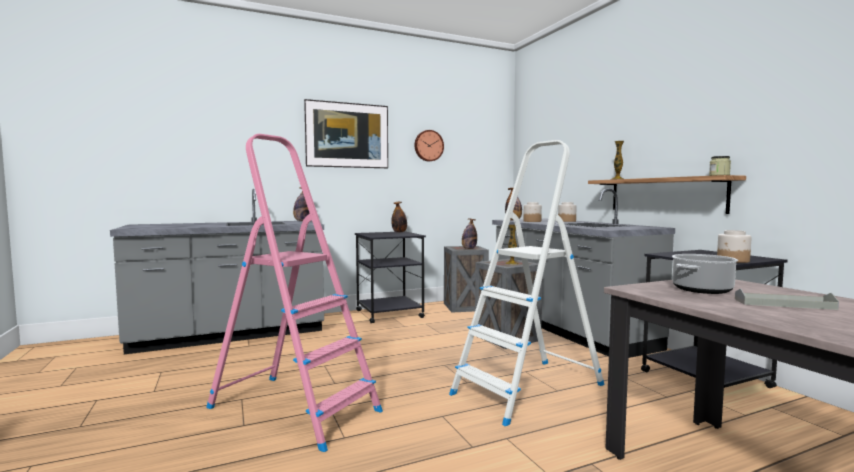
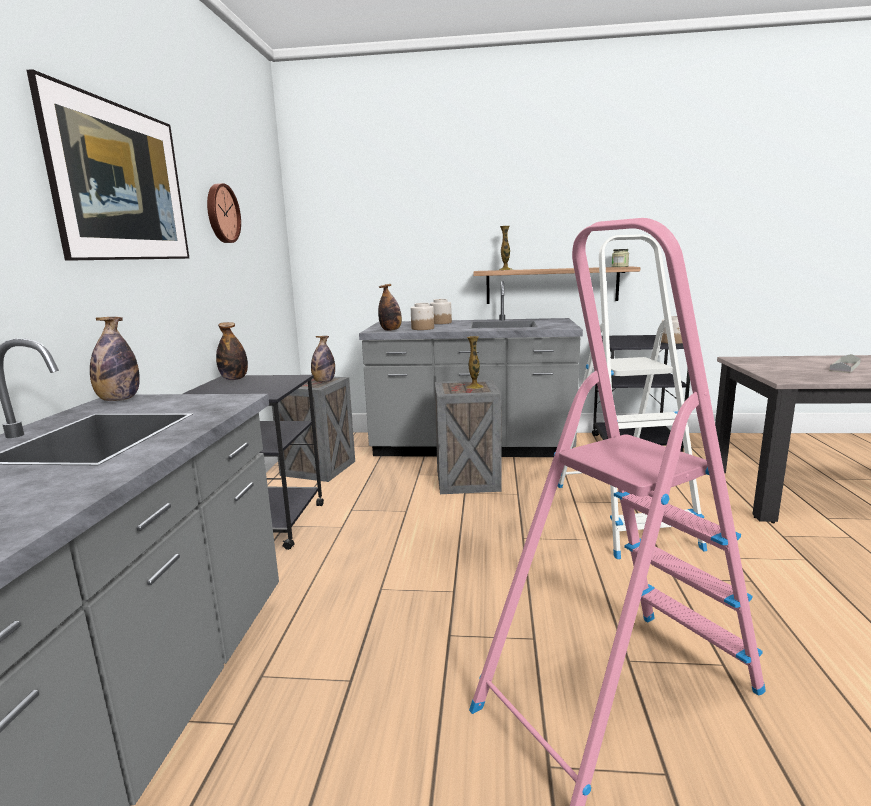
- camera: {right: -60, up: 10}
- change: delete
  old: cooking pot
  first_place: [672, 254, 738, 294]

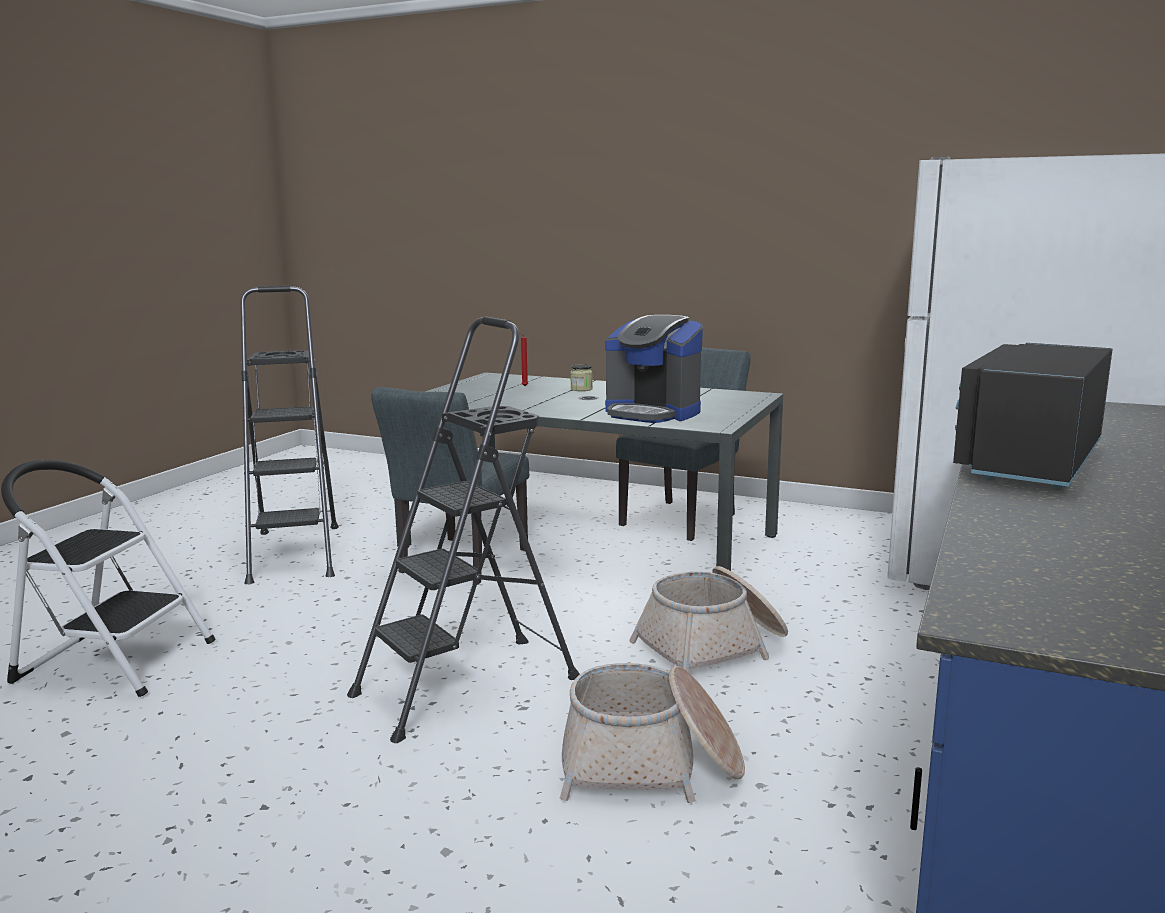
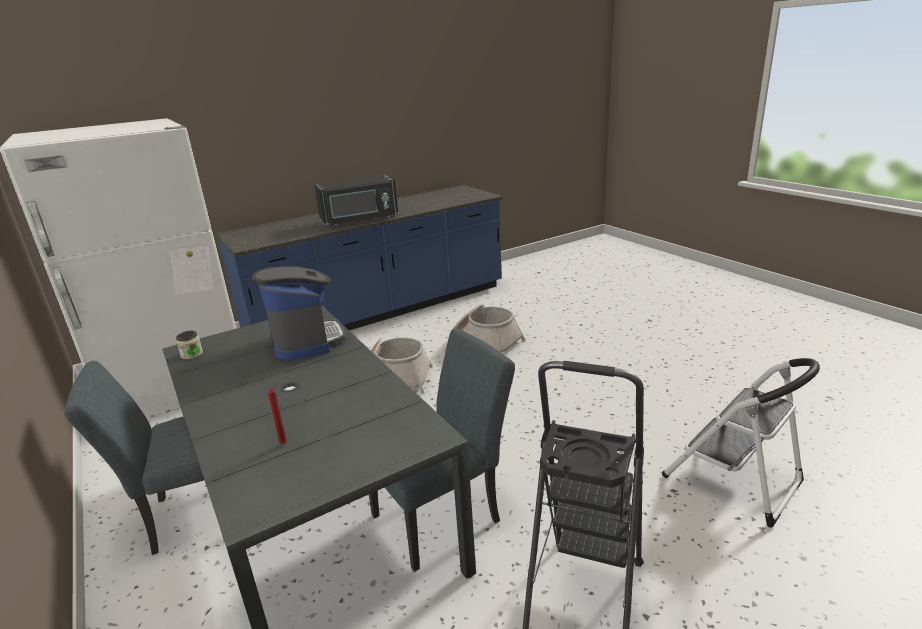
- camera: {right: -145, up: 10}
- change: delete
  old: step ladder
  first_place: [347, 316, 580, 743]
- change: move
  old: jar
  first_place: [570, 364, 593, 391]
  second_place: [176, 331, 203, 360]

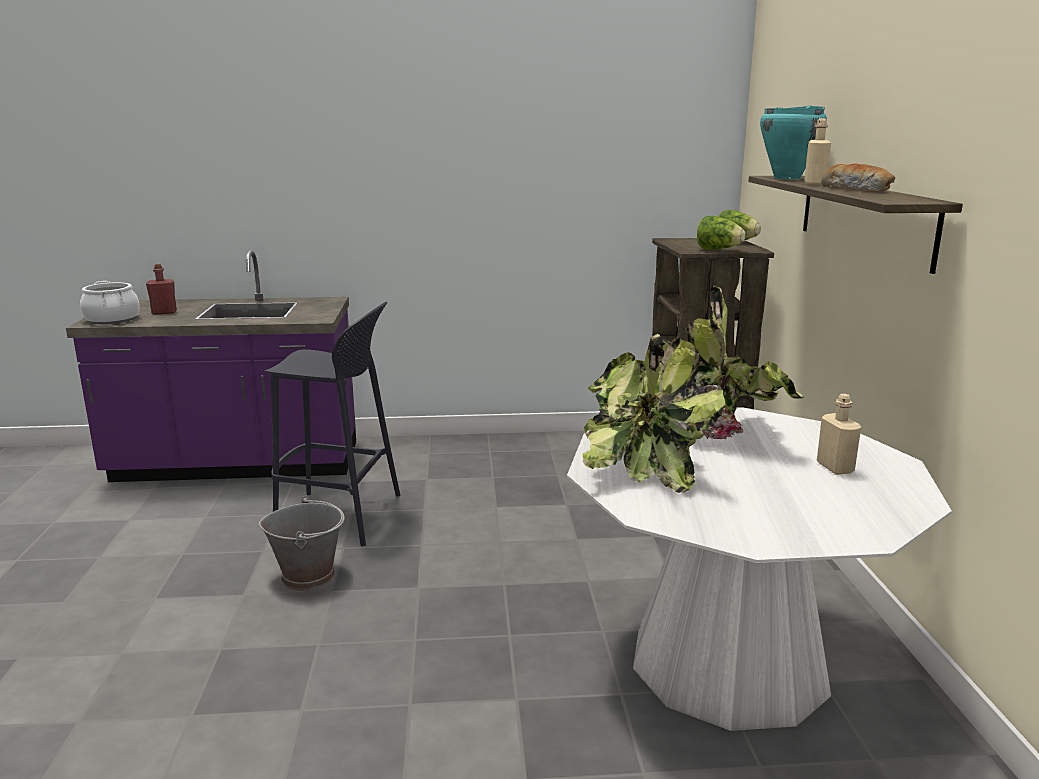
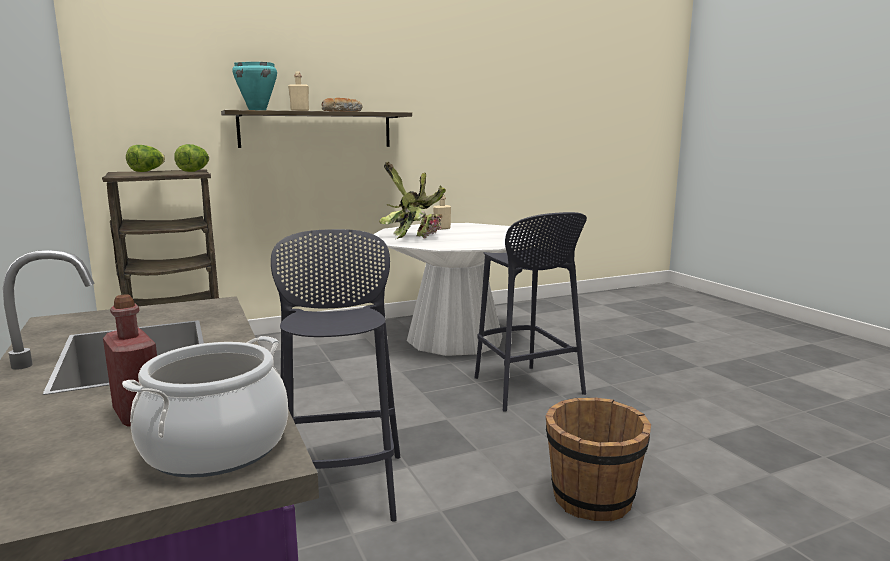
- camera: {right: -110, up: -5}
- change: delete
  old: potted plant
  first_place: [583, 334, 725, 493]
- change: delete
  old: bucket/grey
  first_place: [259, 496, 345, 591]
- change: insert
  new: stool/grey
  second_place: [475, 212, 587, 412]
- change: insert
  new: bucket/brown
  second_place: [546, 398, 651, 521]

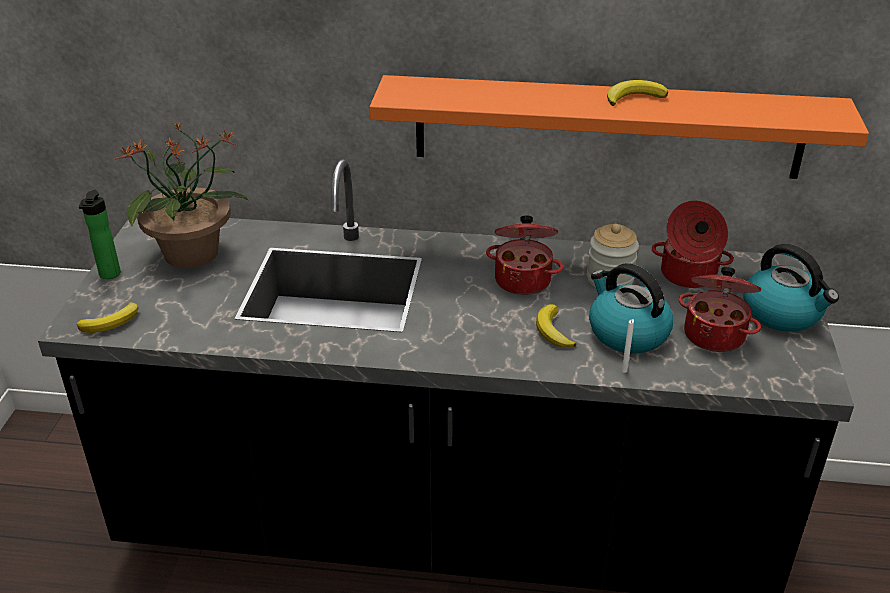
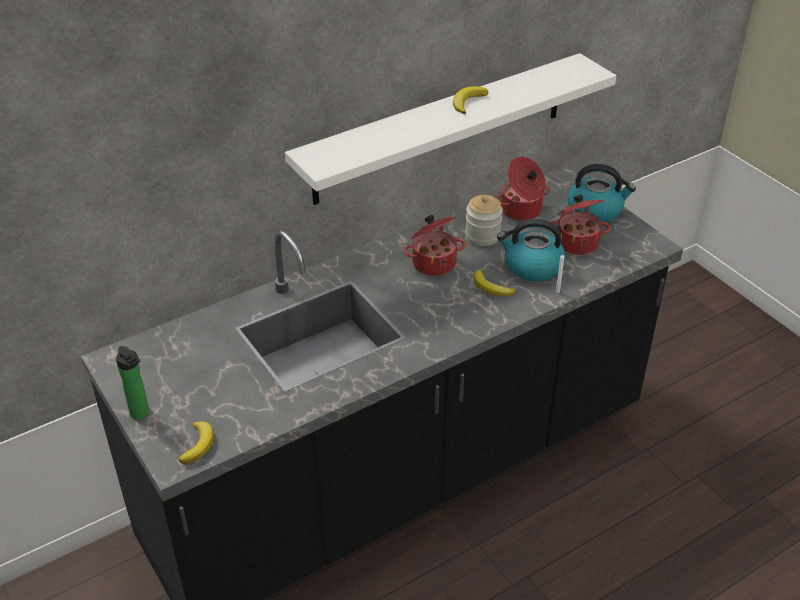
- camera: {right: -40, up: 5}
- change: recolor
  old: shelf/orange
  new: shelf/white
  first_place: [370, 75, 869, 179]
  second_place: [285, 53, 616, 205]
- change: delete
  old: potted plant
  first_place: [116, 123, 249, 268]

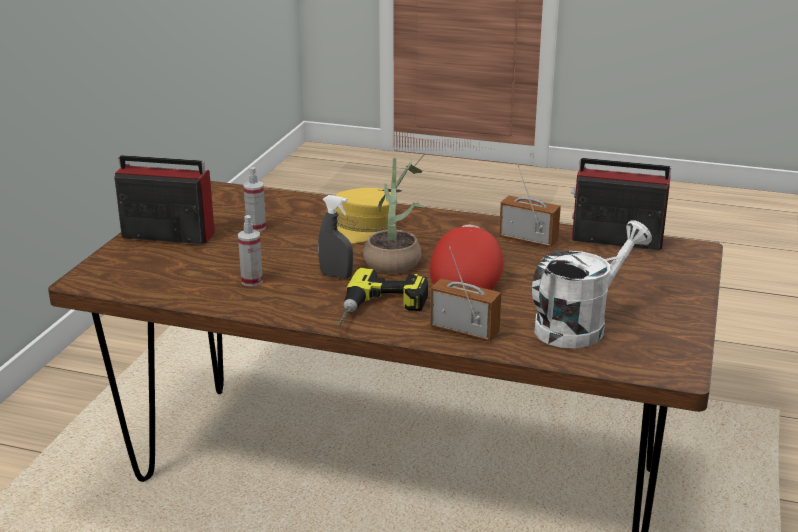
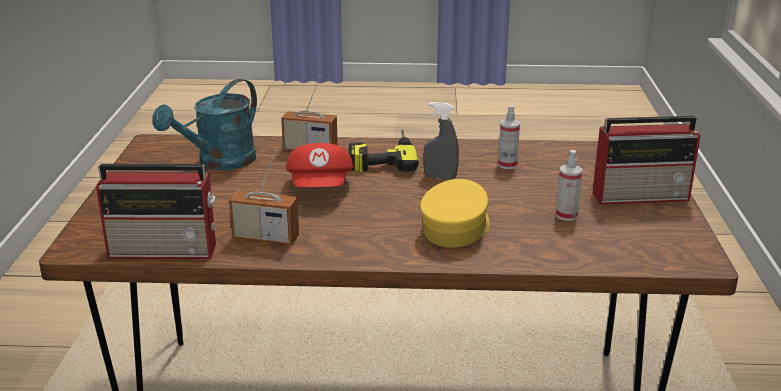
- camera: {right: 165, up: 0}
- change: delete
  old: potted plant
  first_place: [363, 158, 425, 274]
- change: recolor
  old: watering can/white
  new: watering can/turquoise
  first_place: [532, 220, 652, 348]
  second_place: [152, 79, 257, 170]

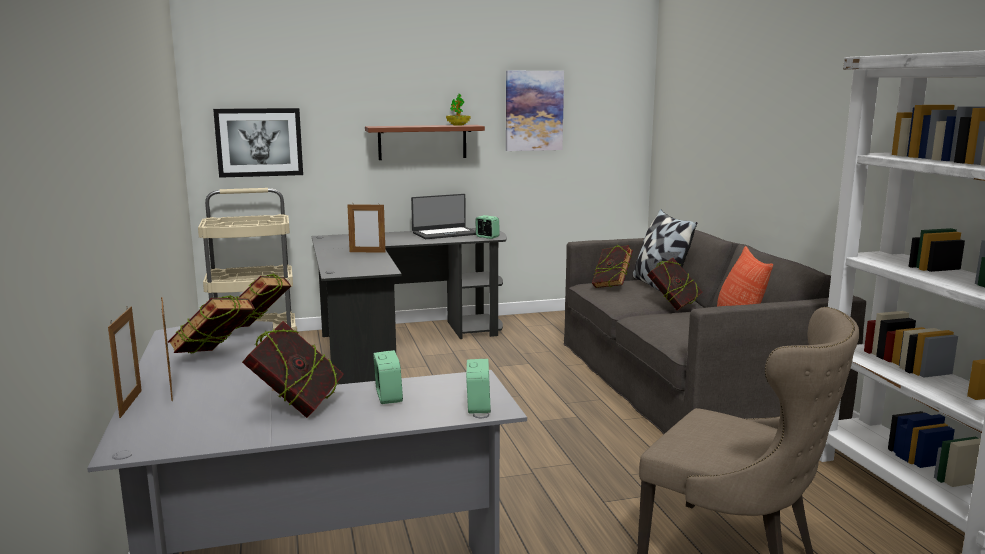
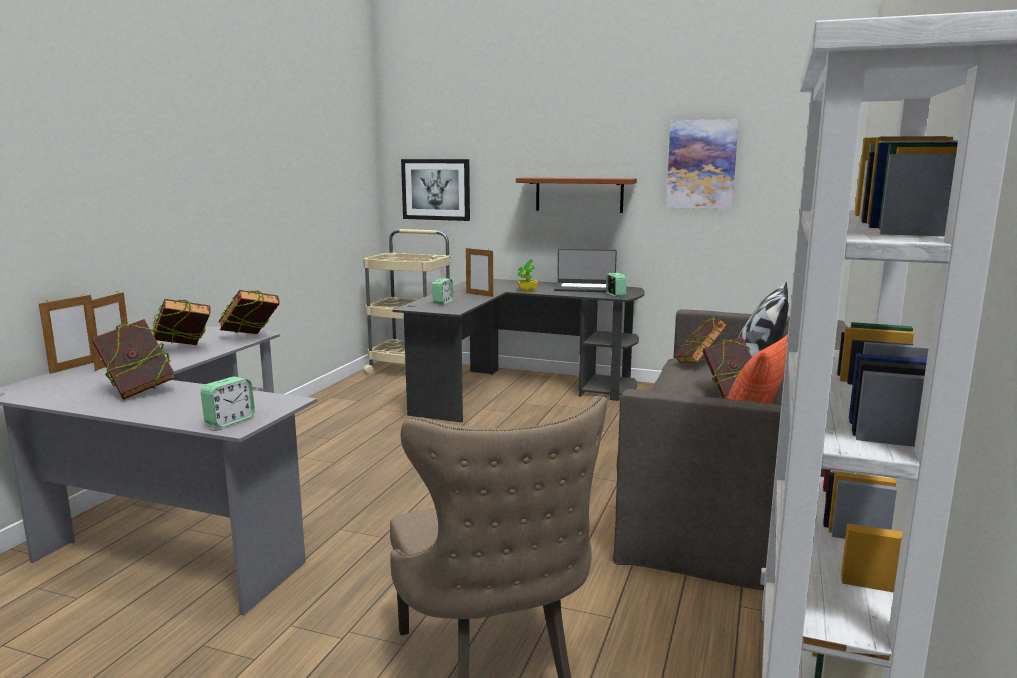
- camera: {right: 35, up: 0}
- change: move
  old: potted plant
  first_place: [446, 94, 471, 126]
  second_place: [517, 259, 538, 292]
- change: move
  old: alarm clock
  first_place: [373, 350, 403, 404]
  second_place: [432, 279, 453, 304]

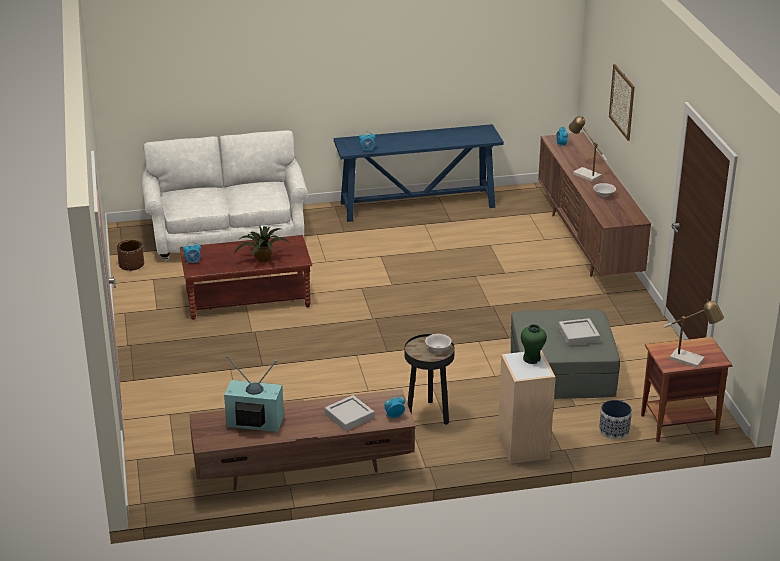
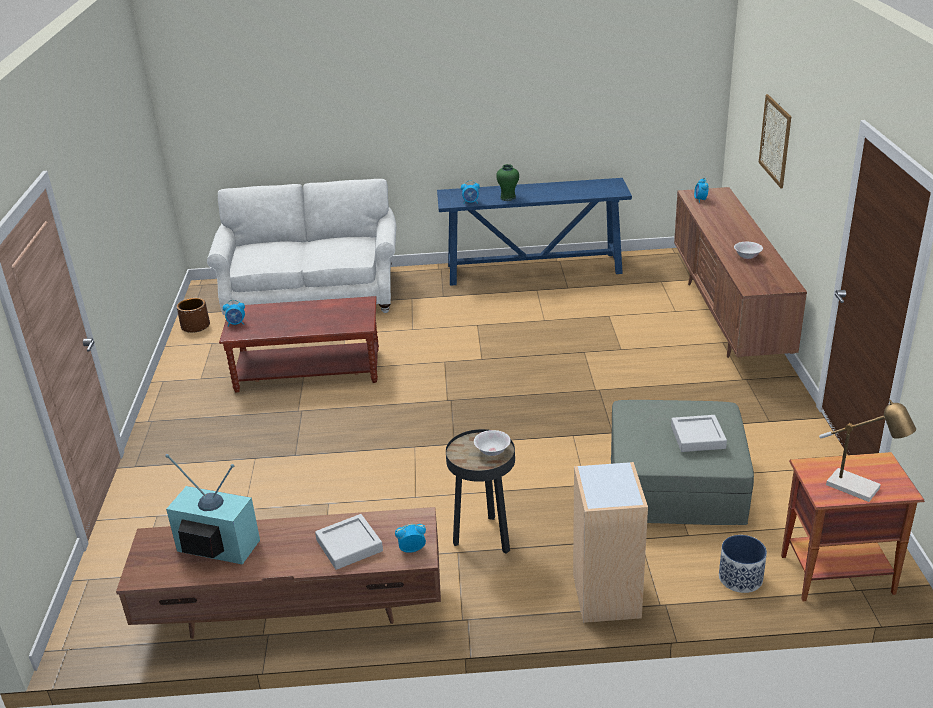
- camera: {right: 10, up: 0}
- change: delete
  old: table lamp
  first_place: [569, 116, 607, 182]
- change: delete
  old: potted plant
  first_place: [234, 225, 290, 262]
- change: move
  old: vase/green
  first_place: [521, 324, 547, 364]
  second_place: [496, 164, 519, 201]

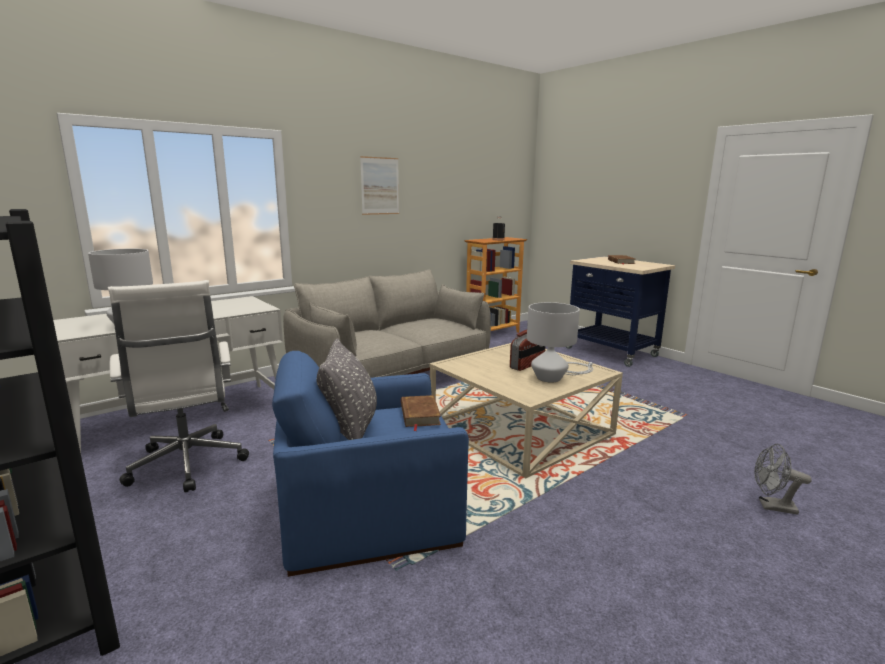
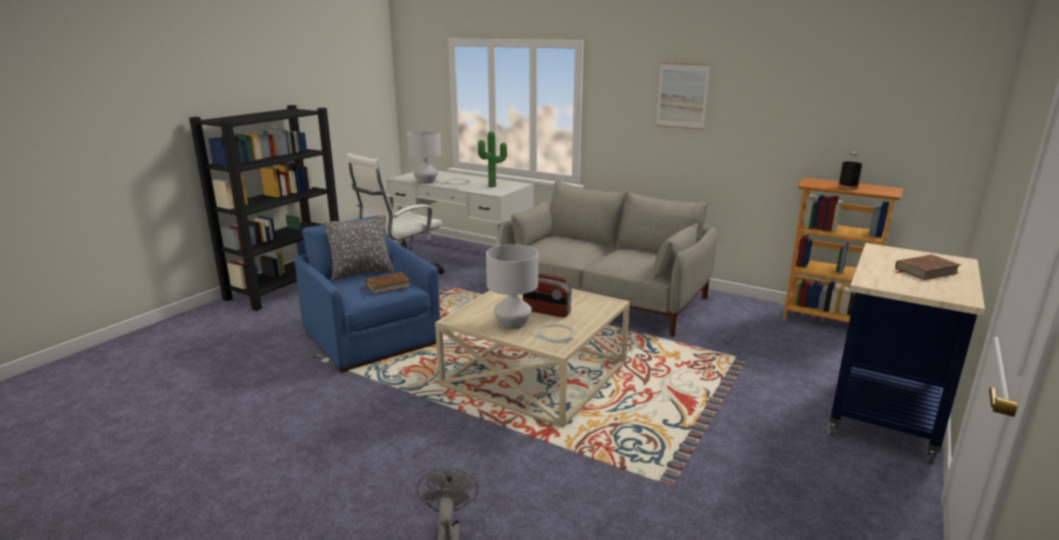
- camera: {right: 70, up: 5}
- change: insert
  new: potted plant
  second_place: [478, 131, 507, 187]

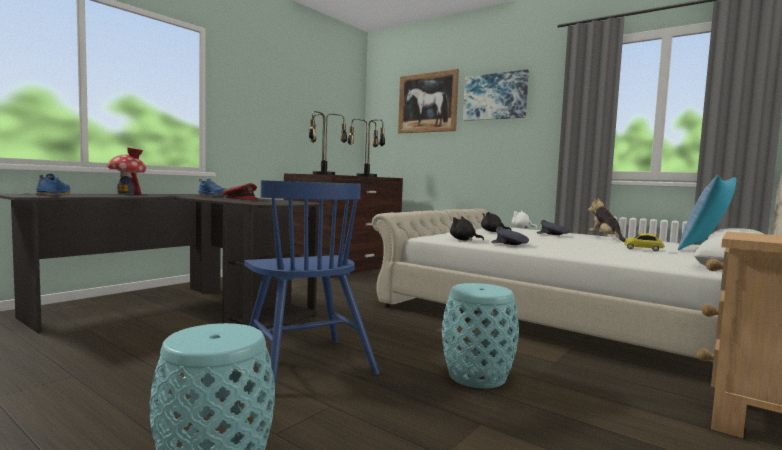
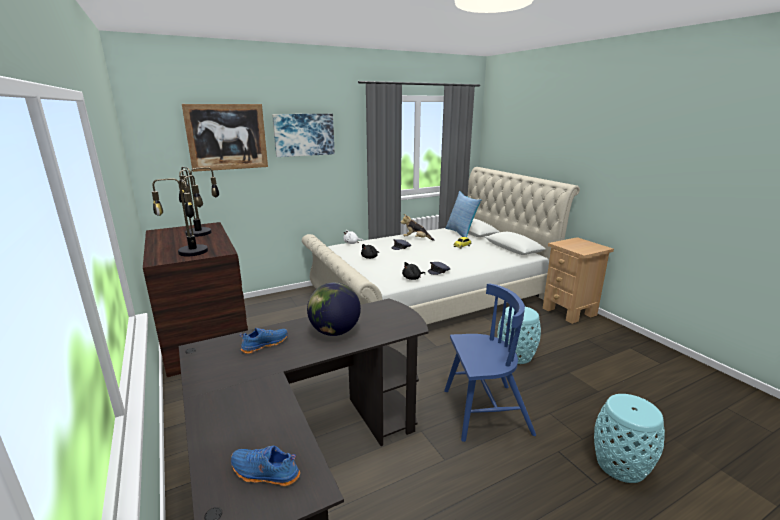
- camera: {right: -65, up: 15}
- change: delete
  old: toy house
  first_place: [107, 148, 146, 195]
- change: replace
  old: cap/red
  new: globe
  first_place: [223, 183, 259, 200]
  second_place: [307, 282, 361, 336]

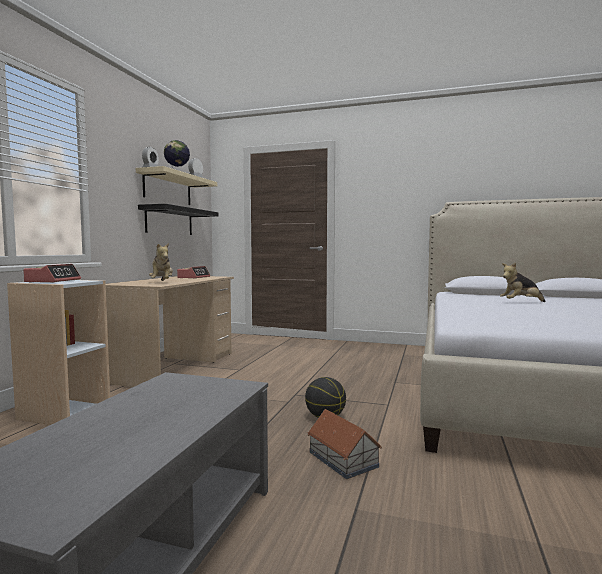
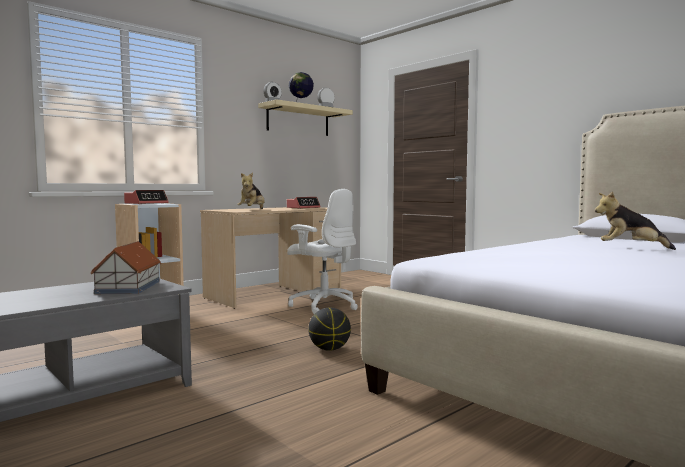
- camera: {right: 30, up: 0}
- change: delete
  old: shelf/black
  first_place: [138, 204, 219, 235]
- change: move
  old: toy house
  first_place: [307, 409, 382, 479]
  second_place: [90, 241, 161, 294]
- change: insert
  new: office chair/white
  second_place: [287, 189, 358, 314]

